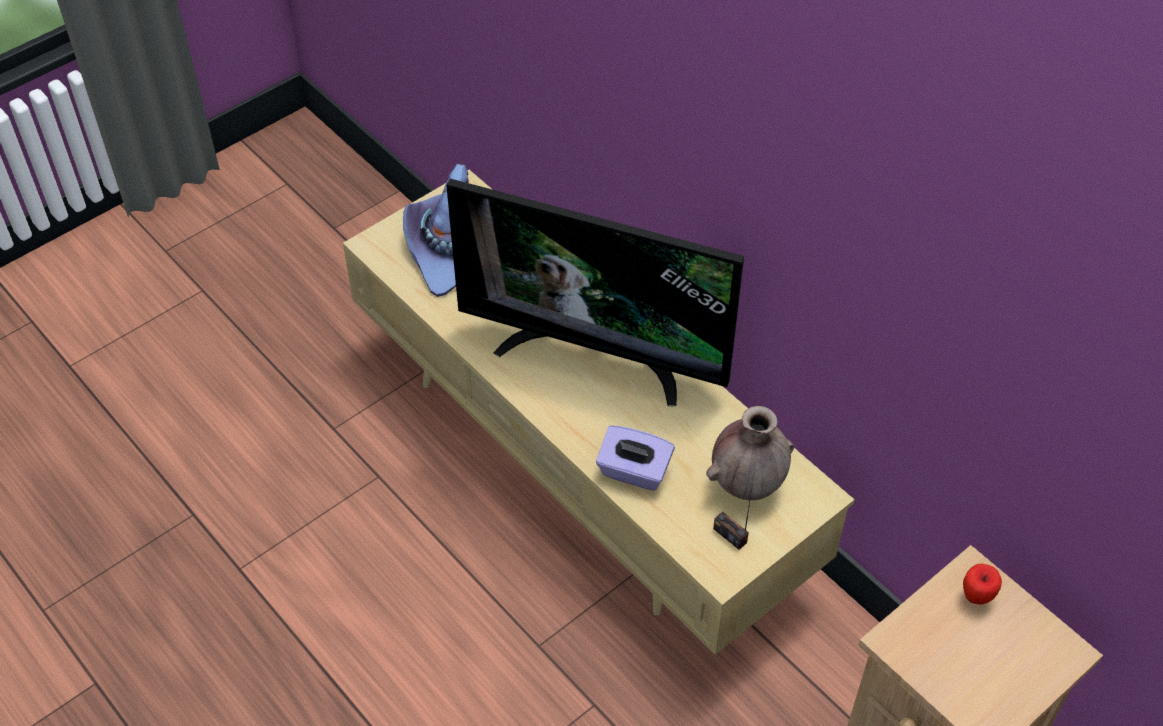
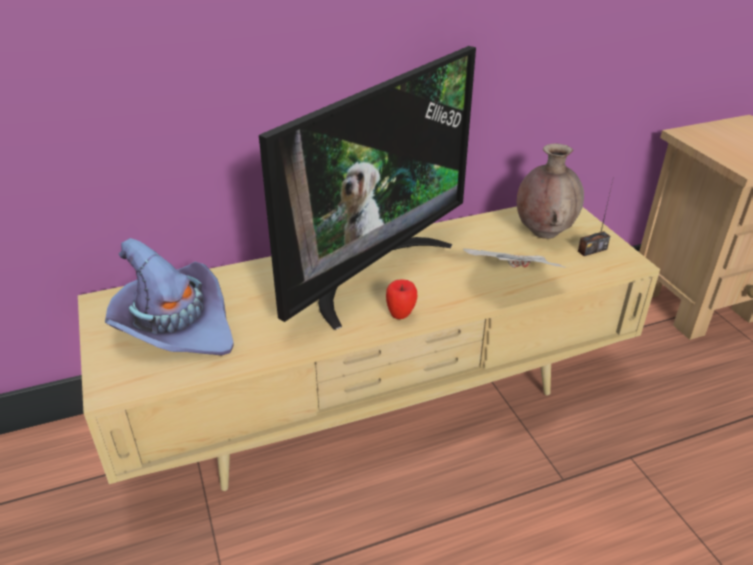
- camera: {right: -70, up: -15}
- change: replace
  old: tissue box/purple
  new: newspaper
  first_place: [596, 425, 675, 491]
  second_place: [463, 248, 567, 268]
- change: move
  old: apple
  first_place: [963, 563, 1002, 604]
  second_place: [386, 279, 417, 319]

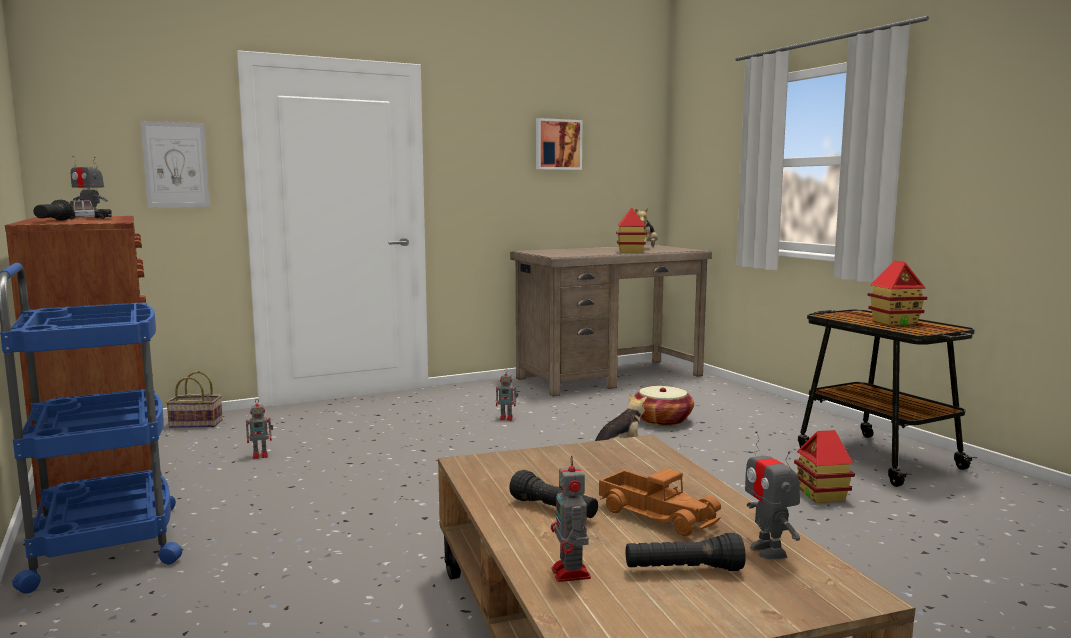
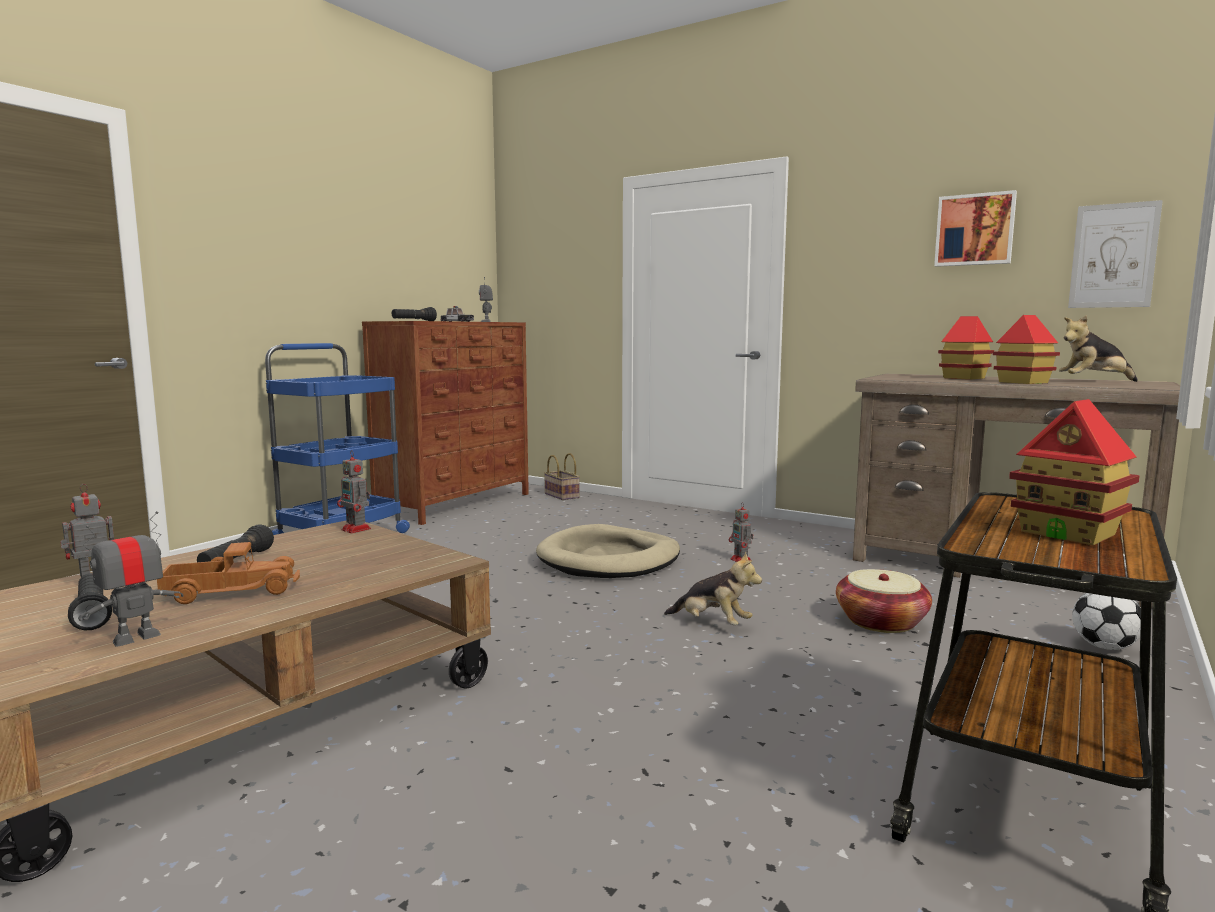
- camera: {right: 60, up: 0}
- change: move
  old: picture
  first_place: [140, 121, 210, 207]
  second_place: [1068, 200, 1163, 308]
- change: move
  old: toy robot
  first_place: [246, 400, 273, 459]
  second_place: [337, 450, 371, 533]
- change: move
  old: toy house
  first_place: [794, 430, 855, 503]
  second_place: [938, 316, 994, 380]
- change: rotate
  old: toy truck
  first_place: [599, 468, 721, 536]
  second_place: [157, 542, 300, 604]
  degrees: -120
- change: insert
  new: dog bed/beige
  second_place: [536, 524, 680, 578]
- change: insert
  new: football
  second_place: [1072, 593, 1141, 650]

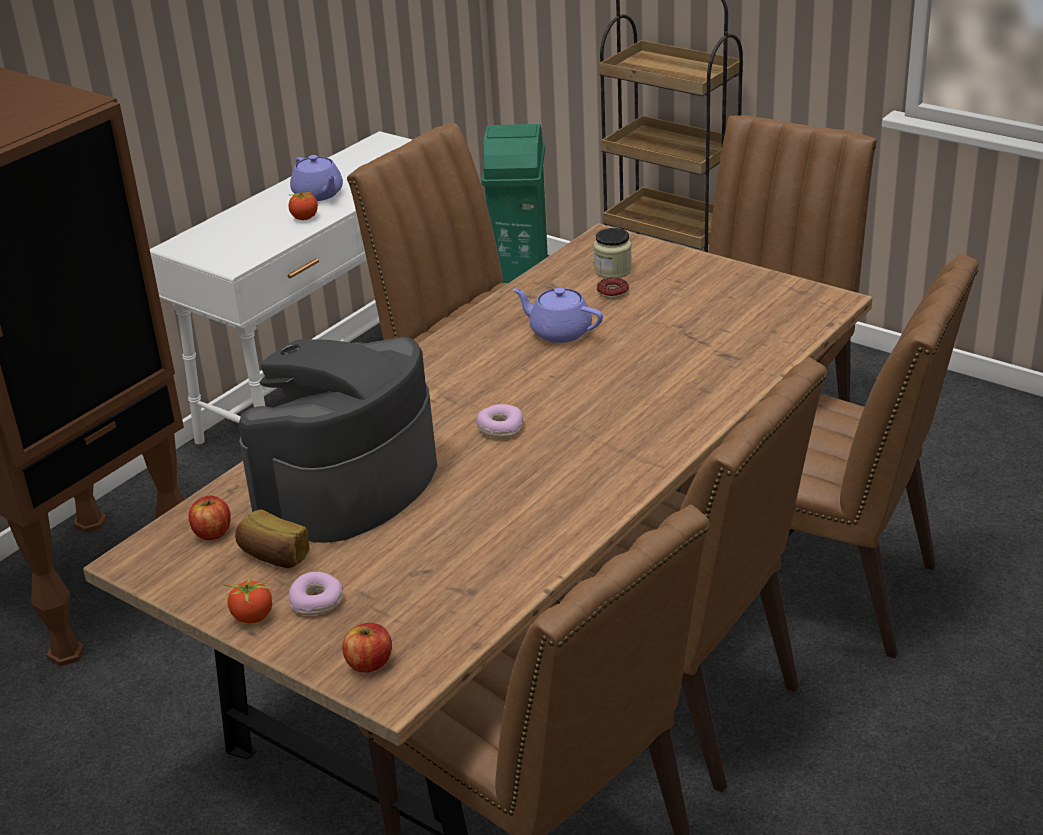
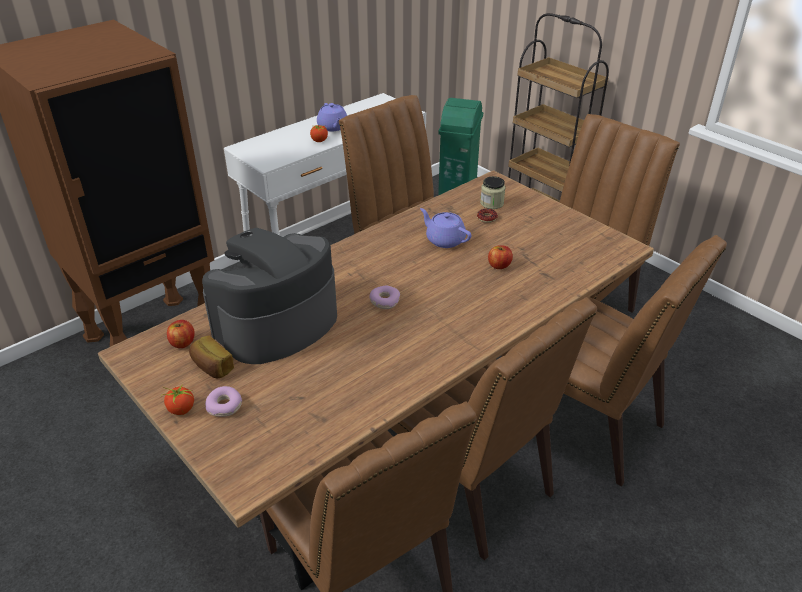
- camera: {right: 10, up: 5}
- change: move
  old: apple
  first_place: [342, 623, 392, 673]
  second_place: [488, 245, 513, 269]

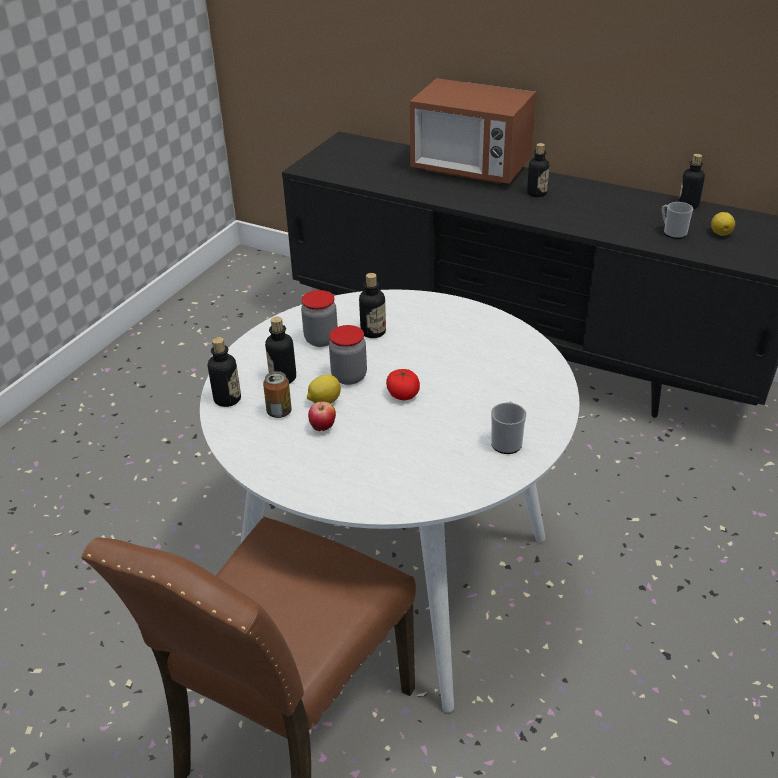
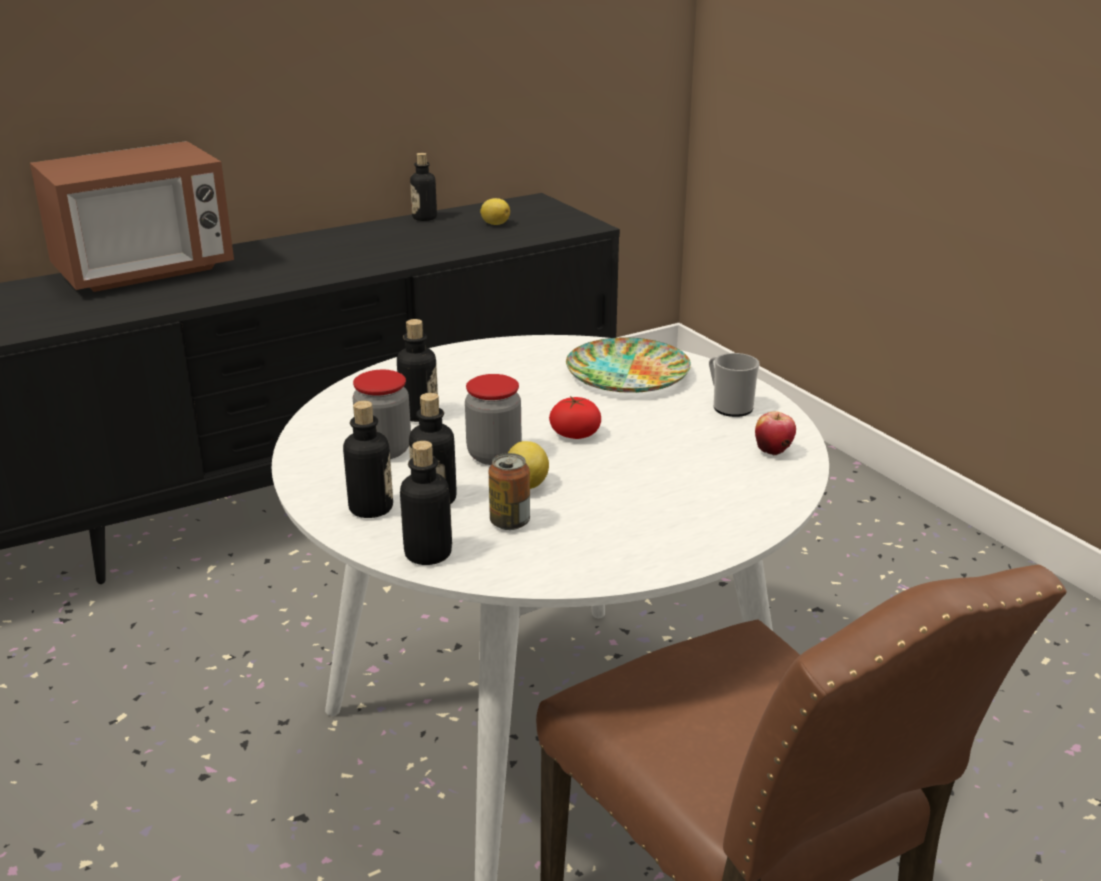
- camera: {right: -60, up: -10}
- change: move
  old: bottle
  first_place: [527, 143, 549, 197]
  second_place: [343, 401, 393, 518]
- change: delete
  old: mug
  first_place: [662, 202, 693, 239]
- change: move
  old: apple
  first_place: [308, 401, 336, 431]
  second_place: [755, 411, 796, 456]
- change: insert
  new: plate
  second_place: [566, 337, 691, 393]

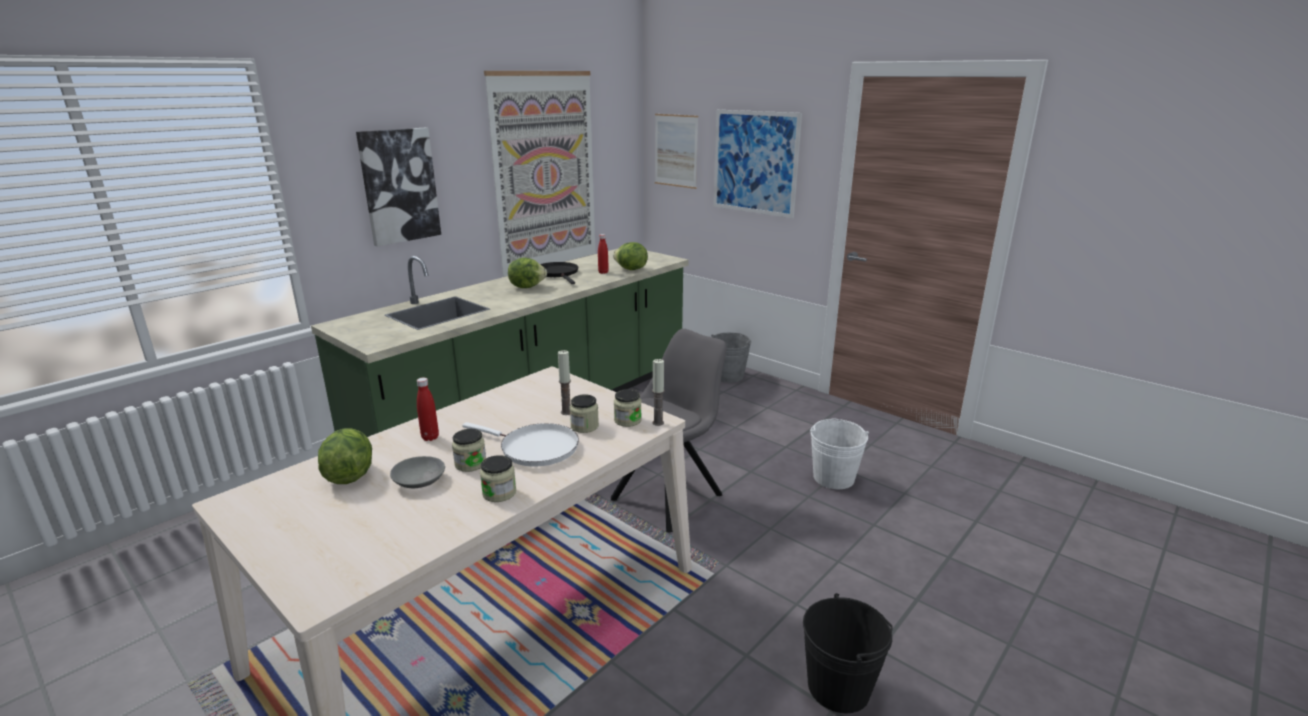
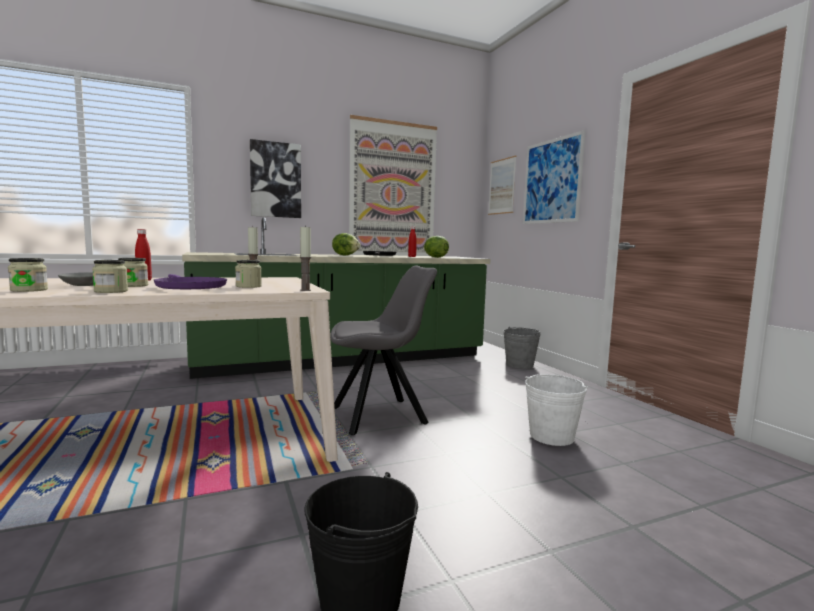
- camera: {right: 25, up: -15}
- change: move
  old: jar
  first_place: [614, 389, 642, 427]
  second_place: [8, 258, 48, 292]
- change: recolor
  old: frying pan/white
  new: frying pan/purple
  first_place: [462, 422, 579, 466]
  second_place: [154, 274, 227, 289]
- change: delete
  old: lettuce
  first_place: [318, 428, 372, 484]

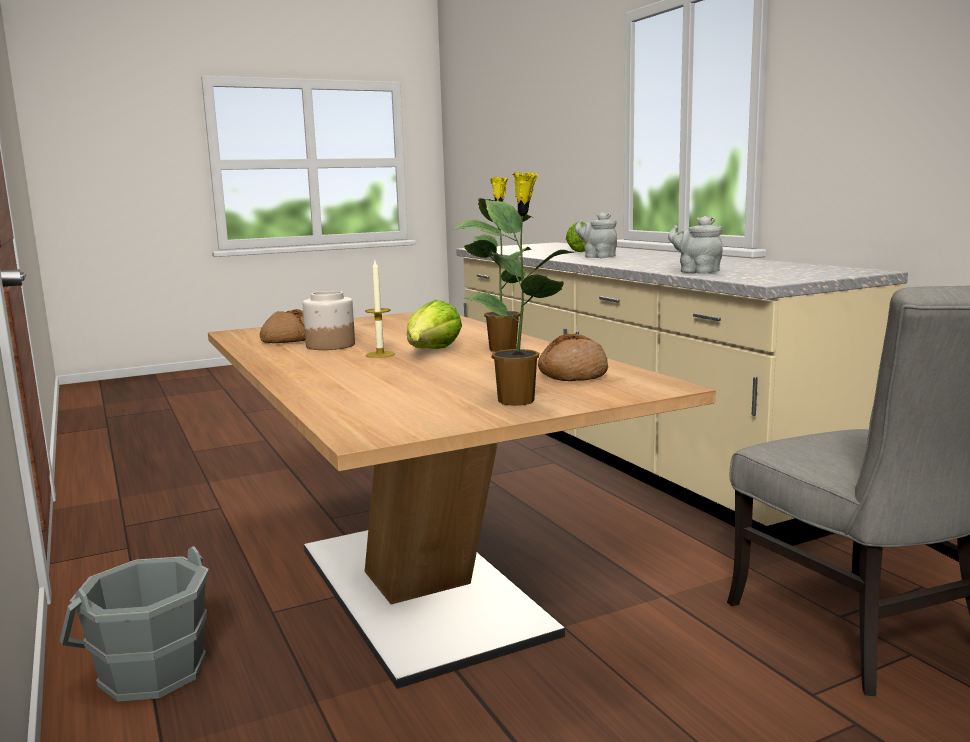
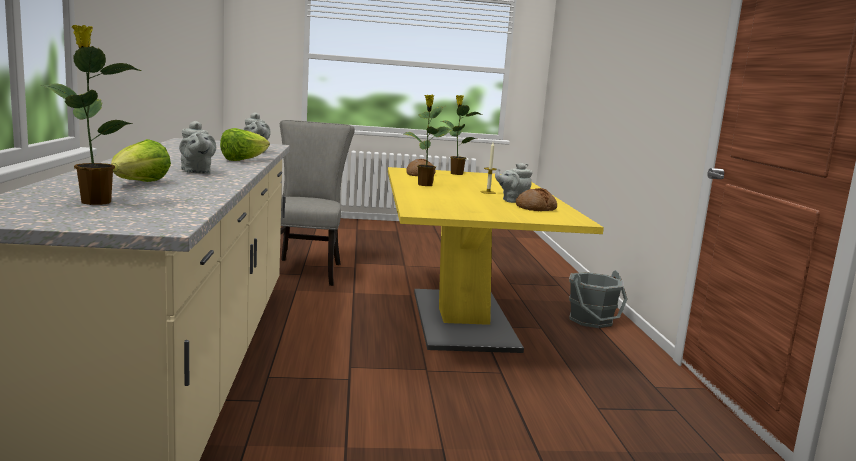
- camera: {right: -160, up: 0}
- change: replace
  old: jar
  new: teapot/grey
  first_place: [303, 291, 355, 350]
  second_place: [495, 163, 532, 203]
- change: move
  old: lettuce
  first_place: [407, 299, 462, 349]
  second_place: [220, 128, 270, 161]
- change: recolor
  old: dining table/brown
  new: dining table/yellow
  first_place: [208, 312, 716, 689]
  second_place: [388, 167, 604, 353]
- change: insert
  new: potted plant
  second_place: [40, 25, 142, 205]

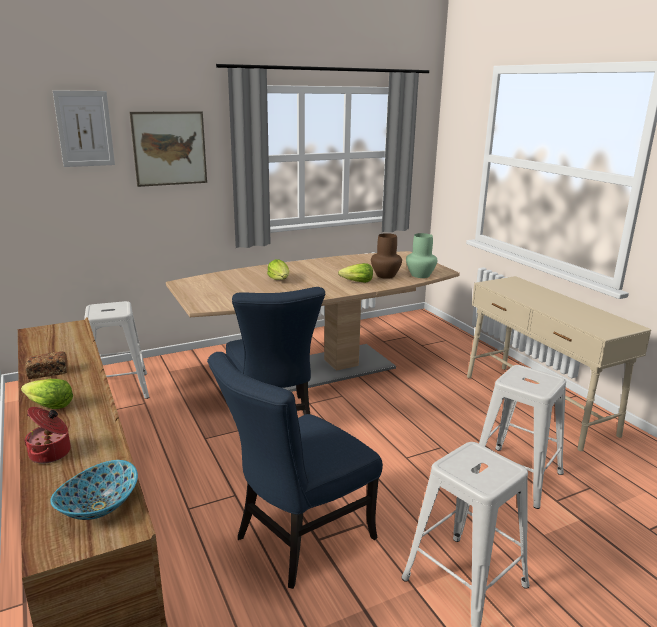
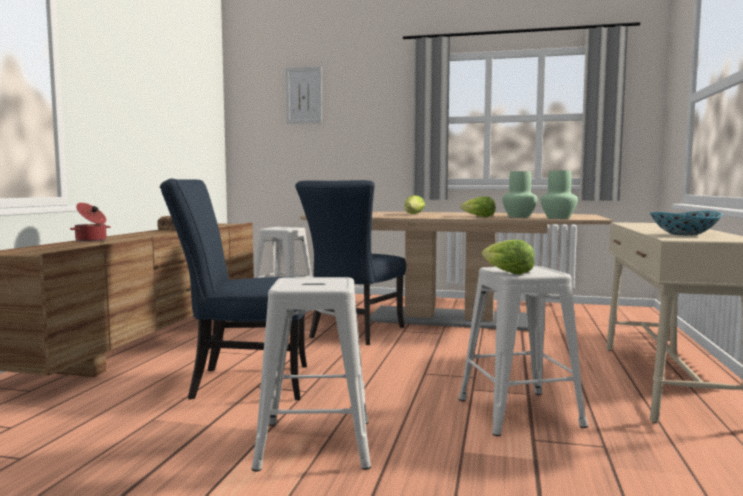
- camera: {right: 40, up: -15}
- change: delete
  old: picture
  first_place: [129, 111, 207, 187]
- change: recolor
  old: vase/brown
  new: vase/green
  first_place: [371, 233, 402, 279]
  second_place: [502, 171, 538, 218]
- change: move
  old: lettuce
  first_place: [21, 379, 73, 409]
  second_place: [482, 240, 535, 274]
- change: move
  old: bowl
  first_place: [50, 460, 138, 520]
  second_place: [650, 211, 722, 235]

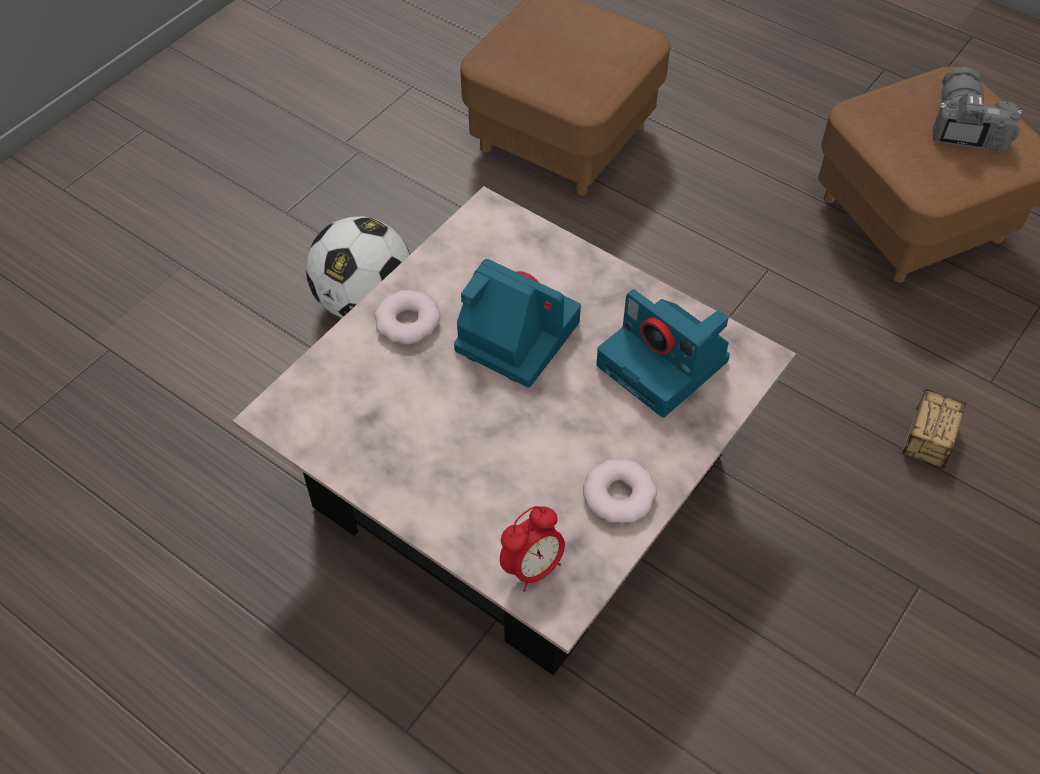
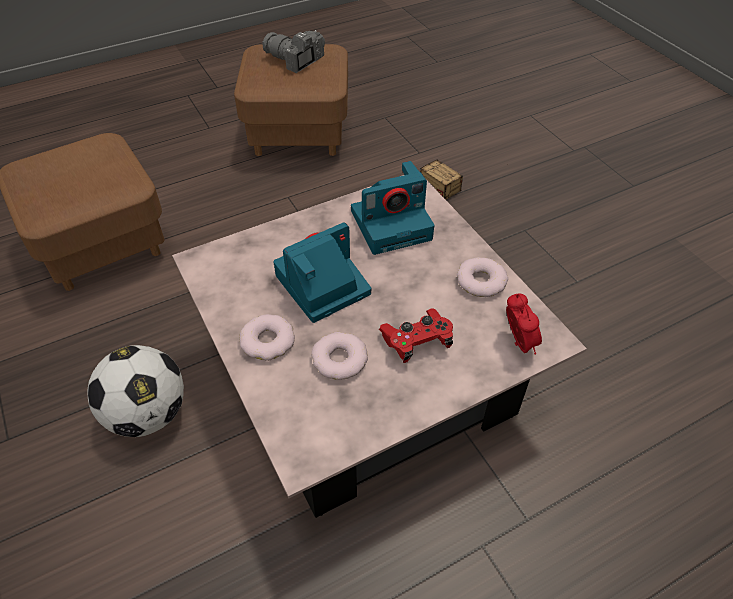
- camera: {right: -65, up: -5}
- change: insert
  new: game controller/red
  second_place: [379, 308, 453, 363]
- change: insert
  new: donut
  second_place: [311, 332, 368, 380]

